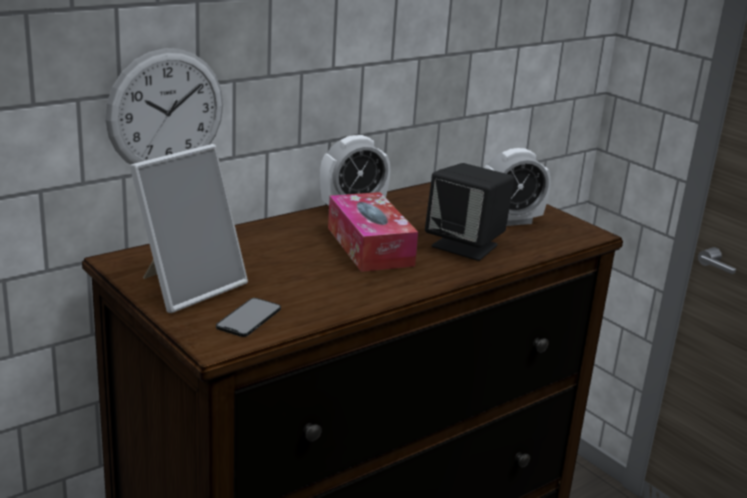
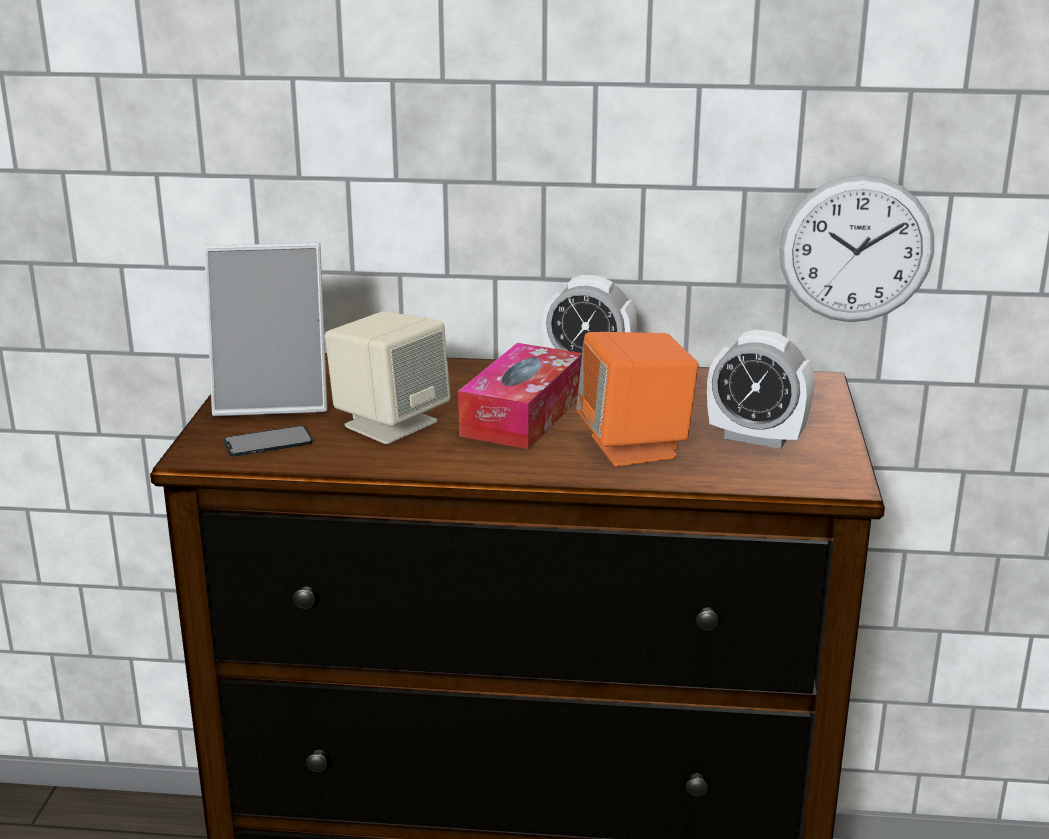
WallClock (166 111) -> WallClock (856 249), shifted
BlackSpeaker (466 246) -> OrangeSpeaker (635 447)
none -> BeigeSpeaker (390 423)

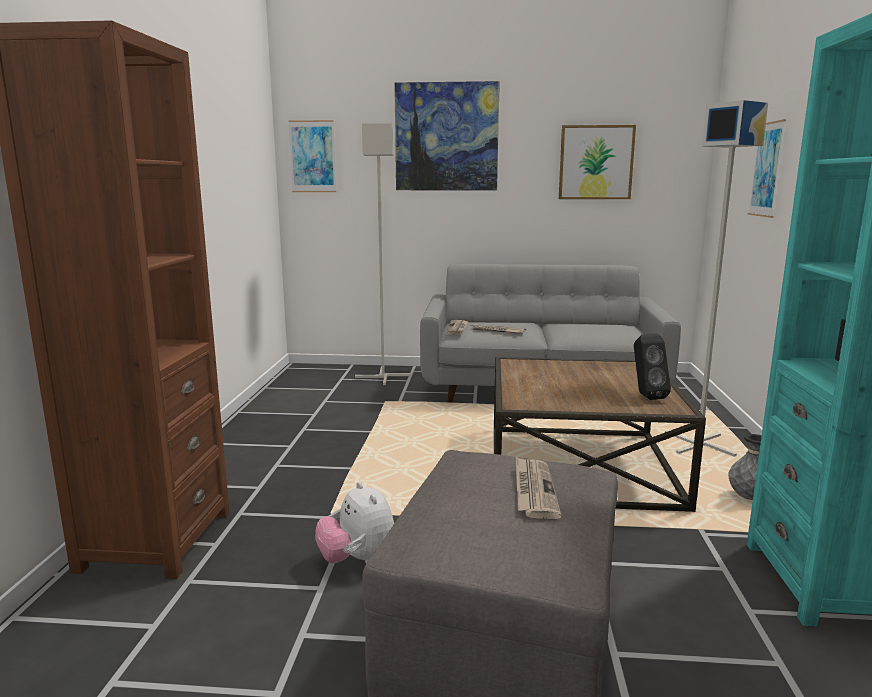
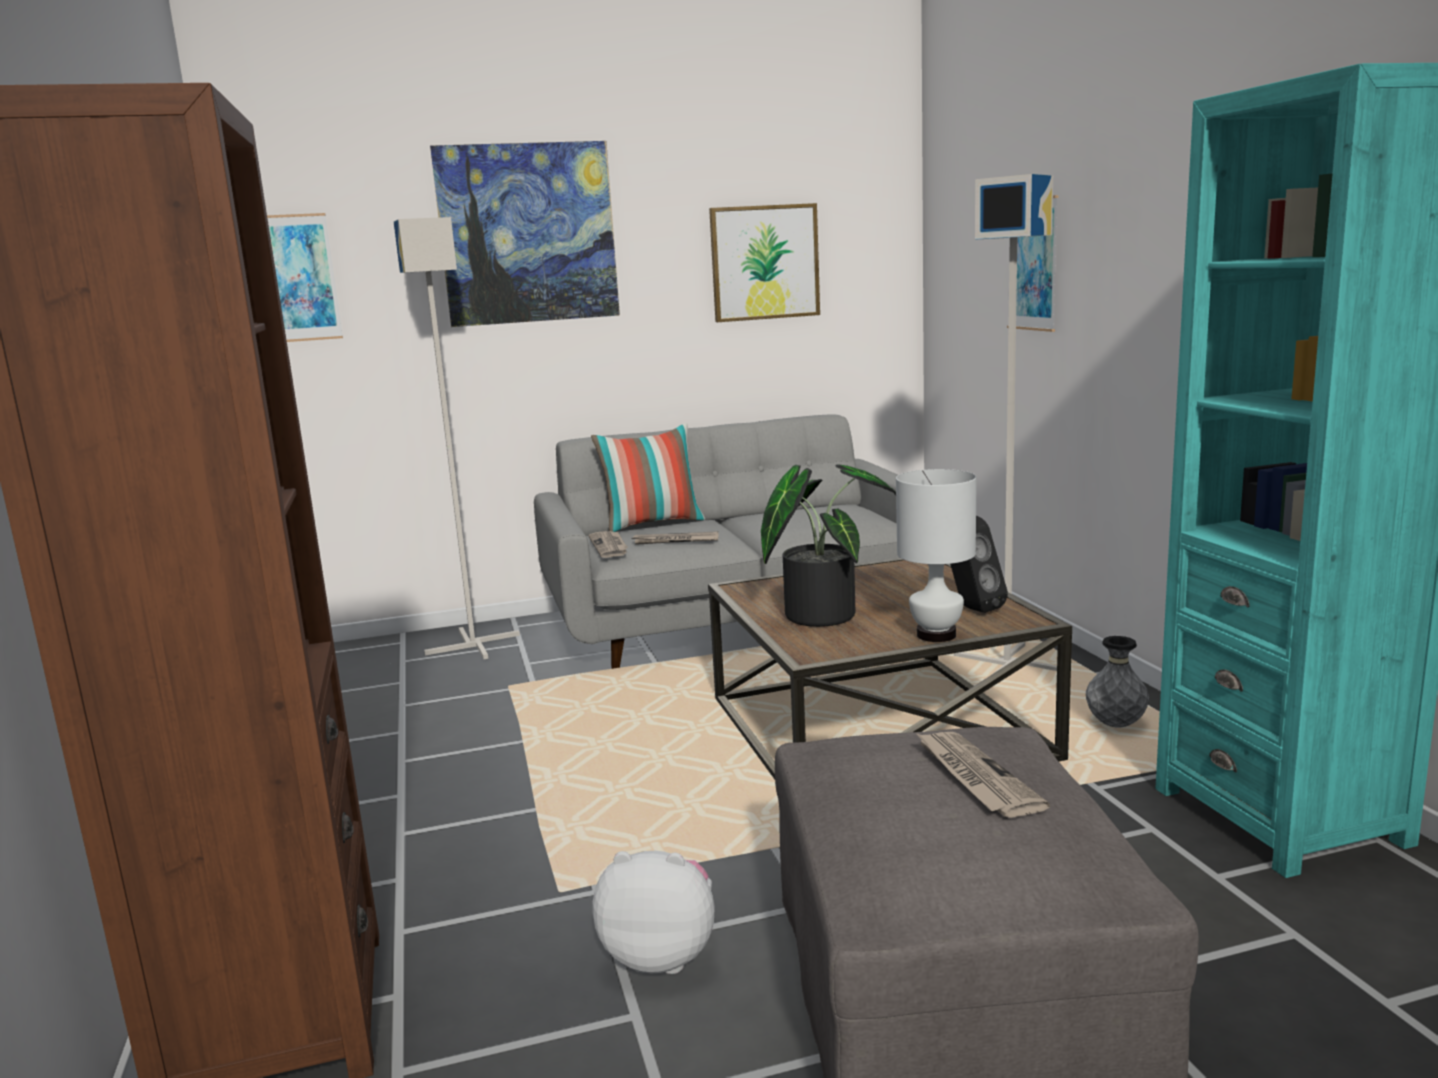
PlushToy (358 561) -> PlushToy (661 955), 150 degrees clockwise
none -> Pillow (652 524)
none -> PottedPlant (821 613)
none -> WhiteTableLamp (936 635)

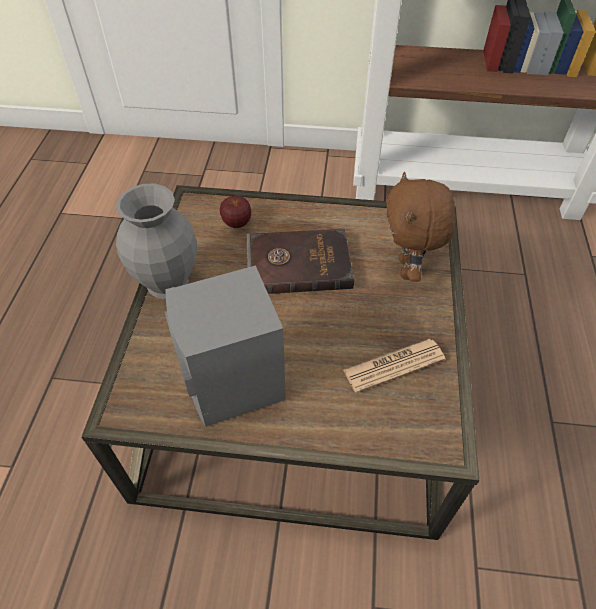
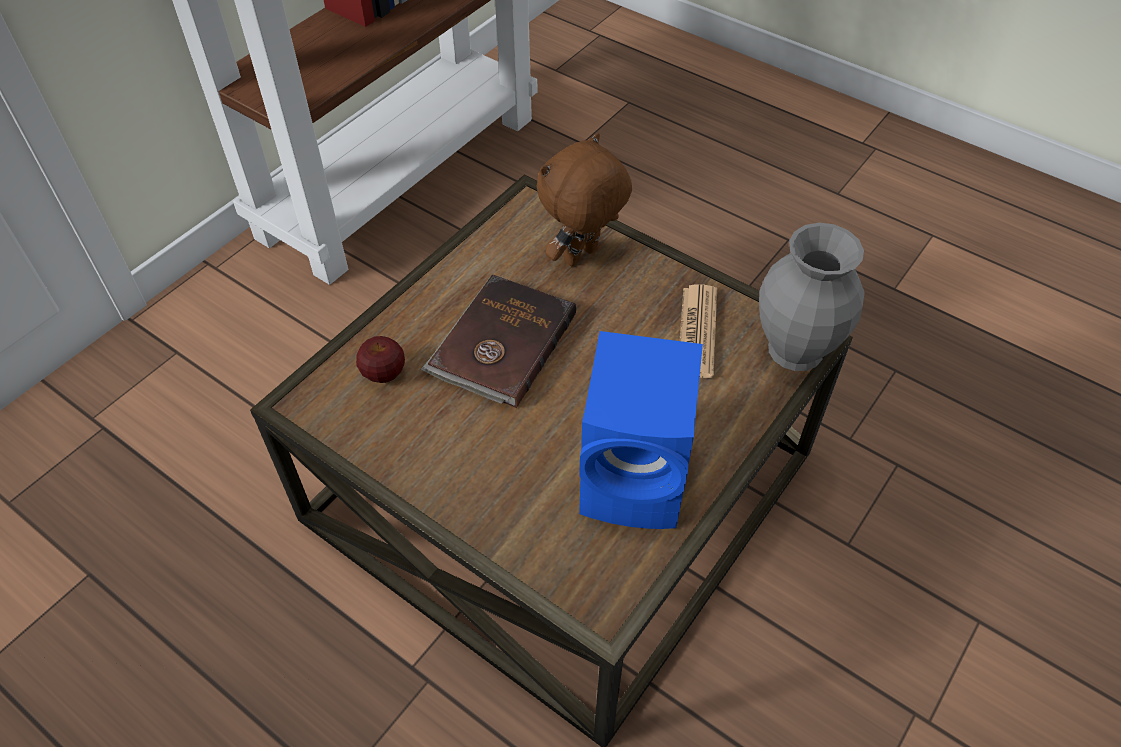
GreyVase (166 284) -> GreyVase (796 351), shifted
GreySpeaker (234 386) -> BlueSpeaker (638 479)
BrownPlushToy (408 269) -> BrownPlushToy (582 257), 105 degrees clockwise

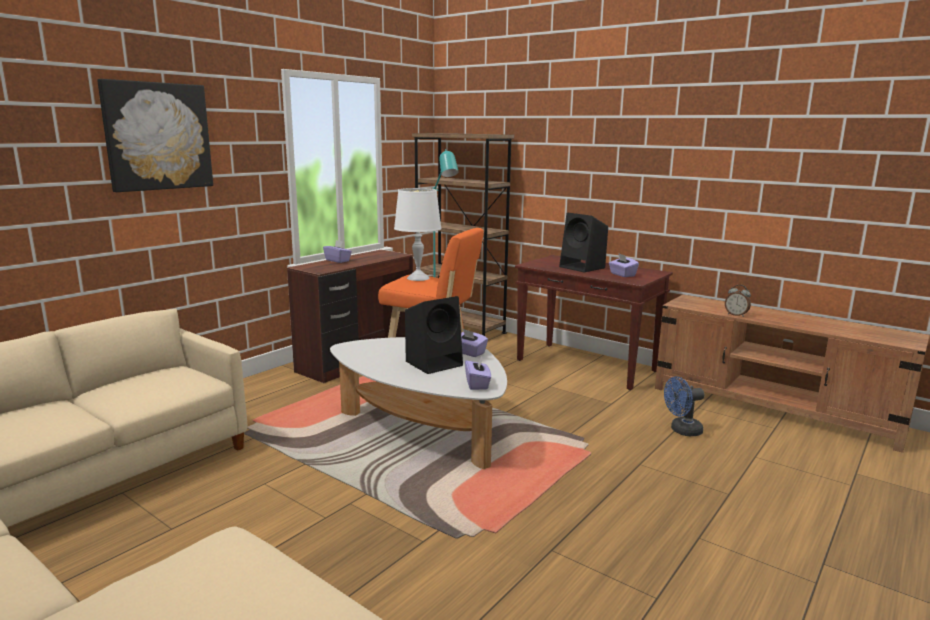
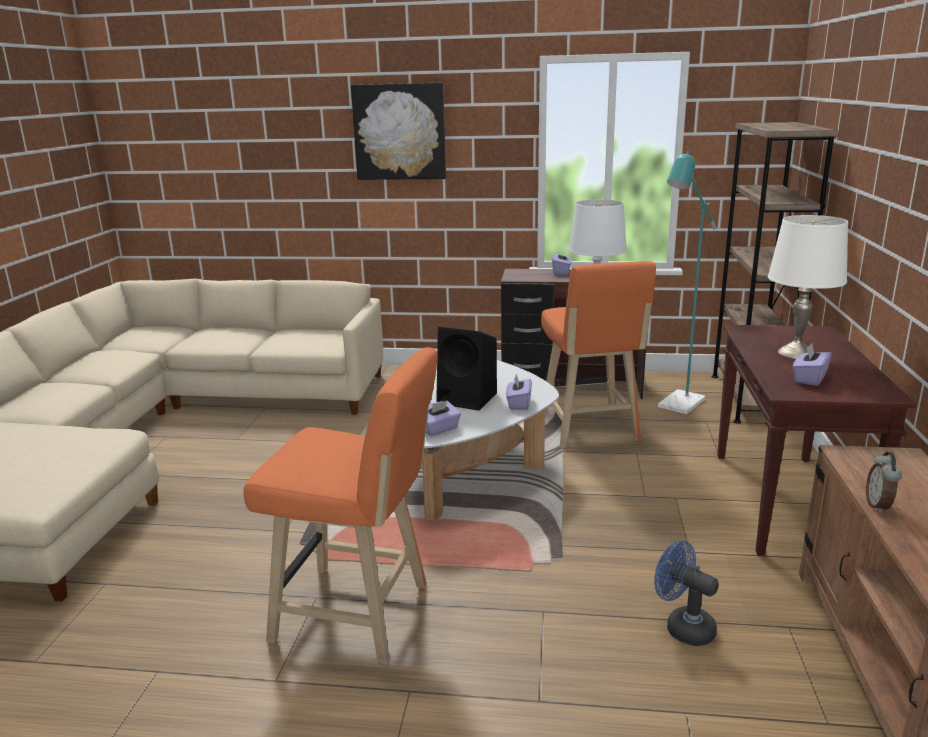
BlackSpeaker (583 267) -> WhiteTableLamp (796 353)
none -> OrangeStool (359 614)

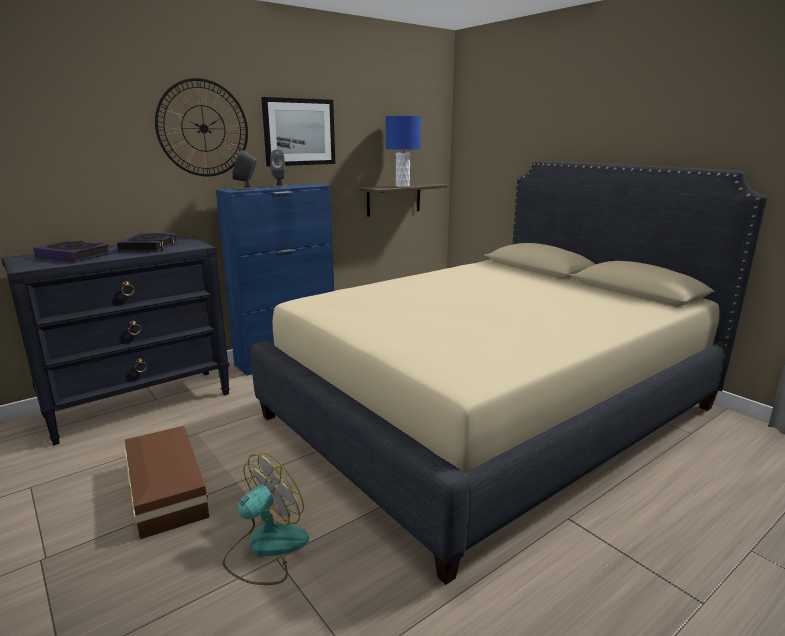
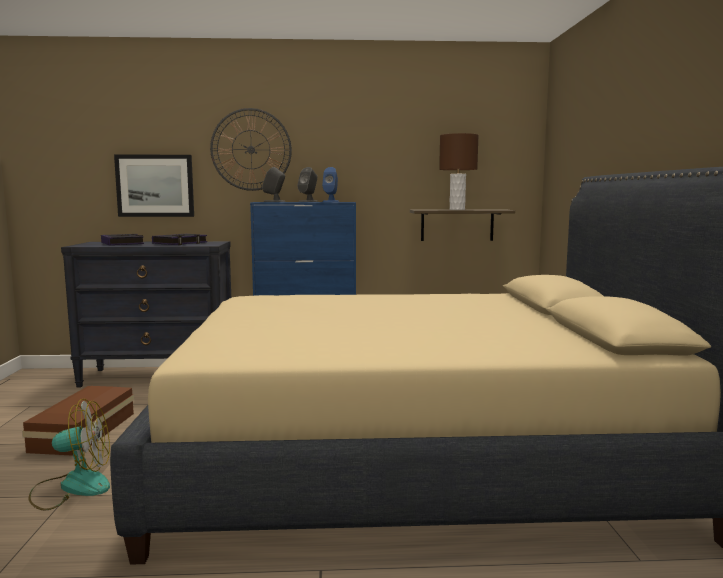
Picture (299 132) -> Picture (155 185), shifted
BlueTableLamp (402 186) -> BrownTableLamp (457 209)
none -> BlueSpeaker (331 201)

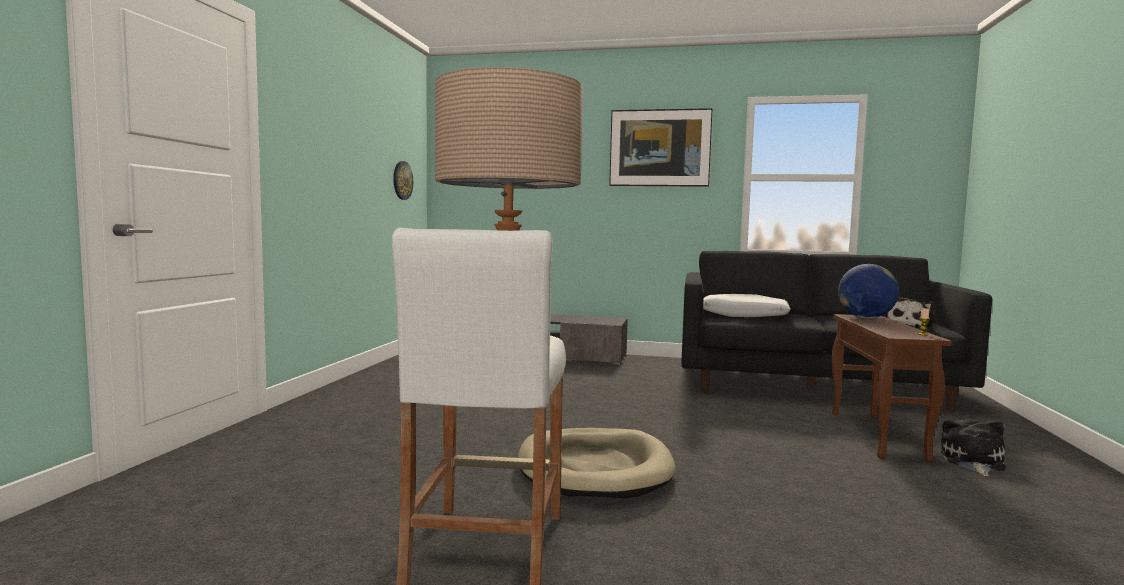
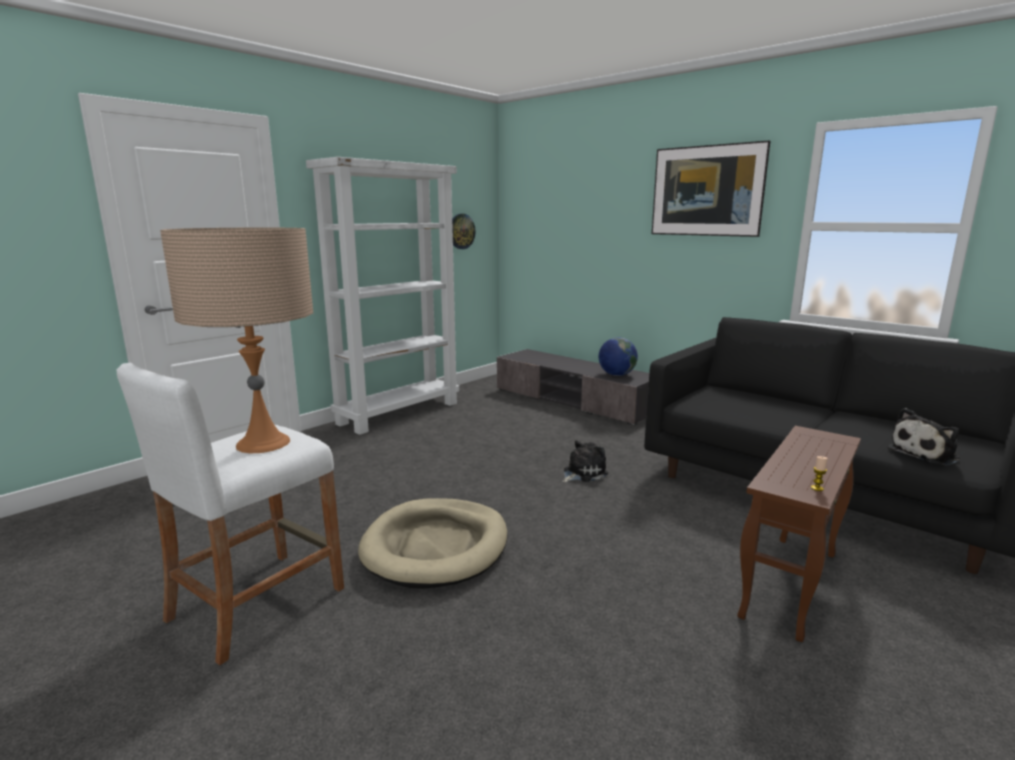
WhitePillow (744 315) -> none
Globe (865 318) -> Globe (616 375), shifted
PlushToy (972 462) -> PlushToy (582 473), shifted
none -> WhiteBookcase (399 413)

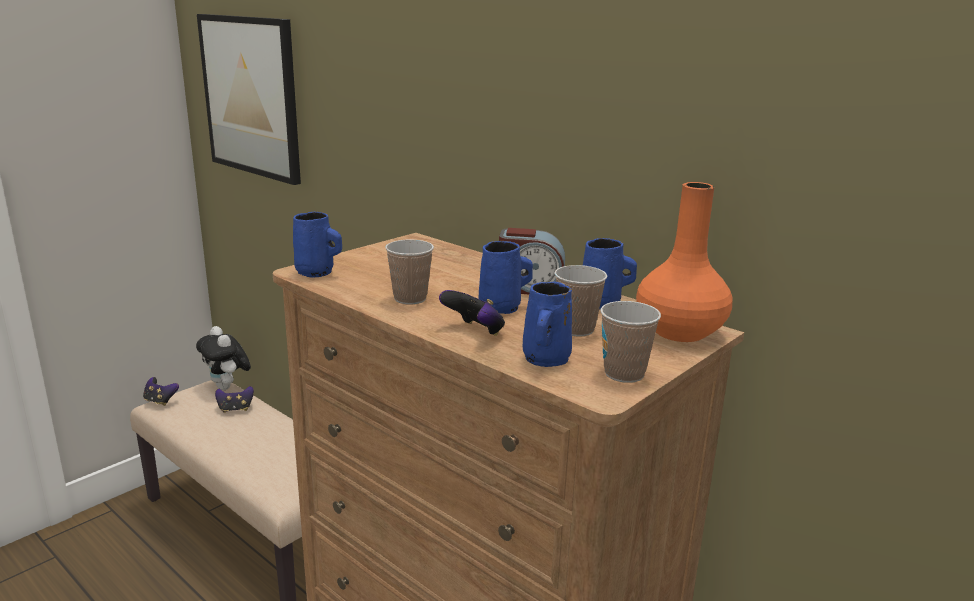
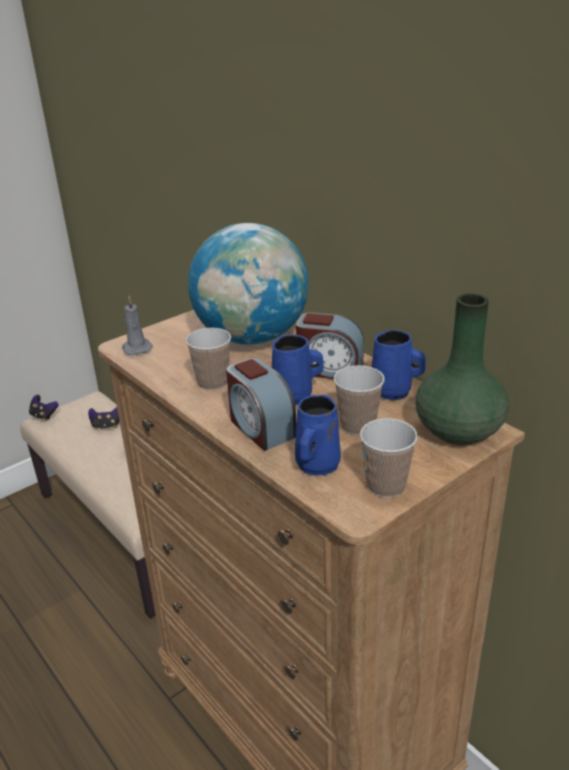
PlushToy (227 388) -> none
Picture (251 96) -> none
BlueMug (317 273) -> GreyCandle (137 348)
GameController (474 332) -> AlarmClock (260 427)
OrangeVase (678 331) -> GreenVase (457 431)
none -> Globe (252 337)

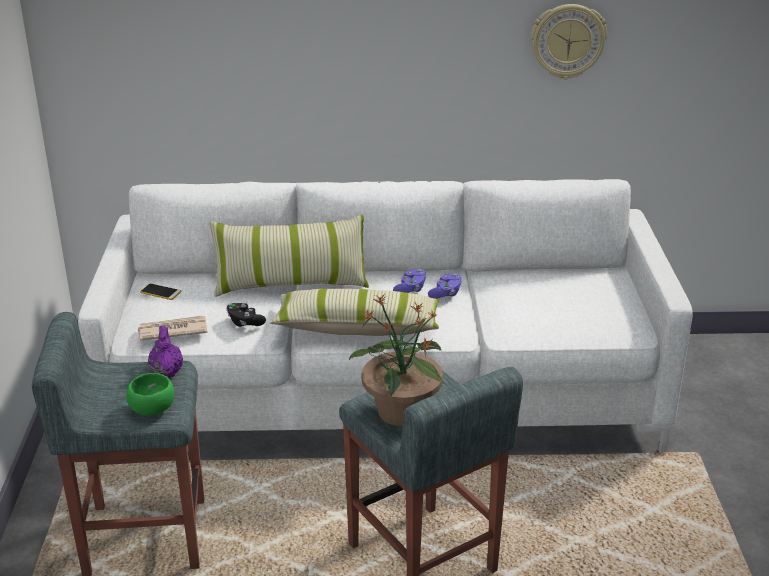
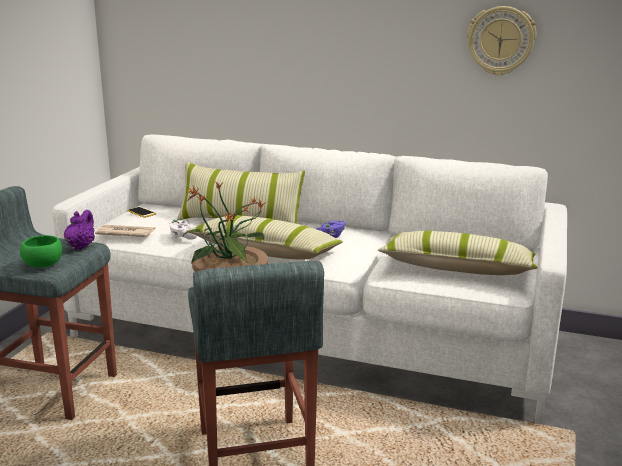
BlackGameController (245 322) -> WhiteGameController (182 236)
PurpleGameController (446 293) -> none
none -> Pillow (456 269)

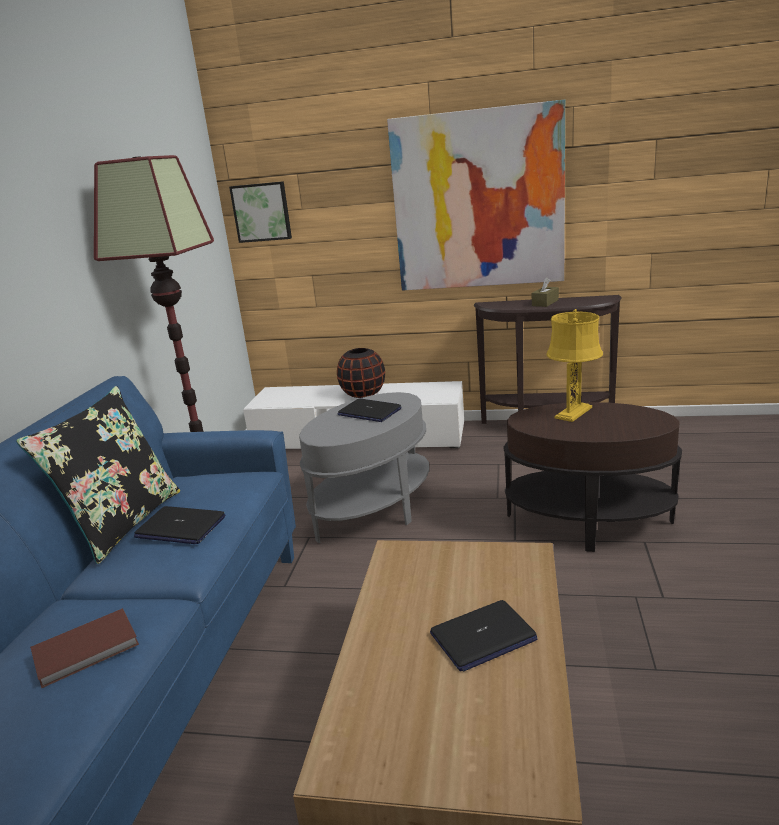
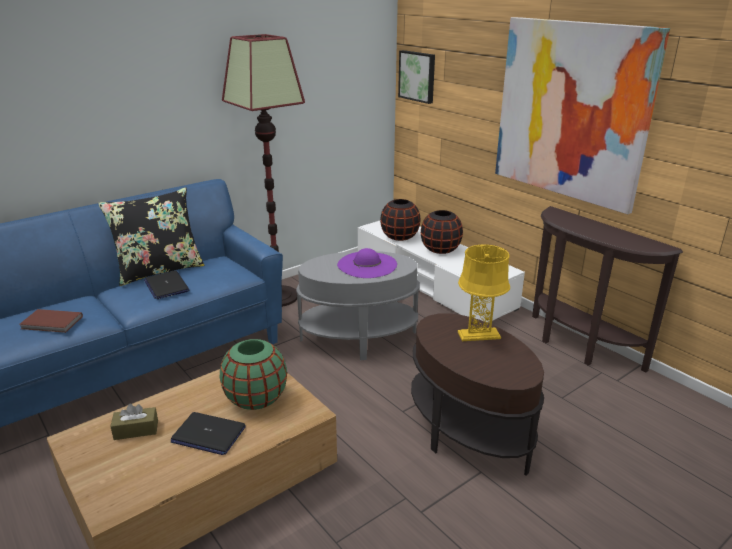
Laptop (369 412) -> PurpleHat (367 265)
BrownTissueBox (545 303) -> BrownTissueBox (136 430), shifted
none -> GreenVase (256 399)
none -> BlackVase (400 237)

